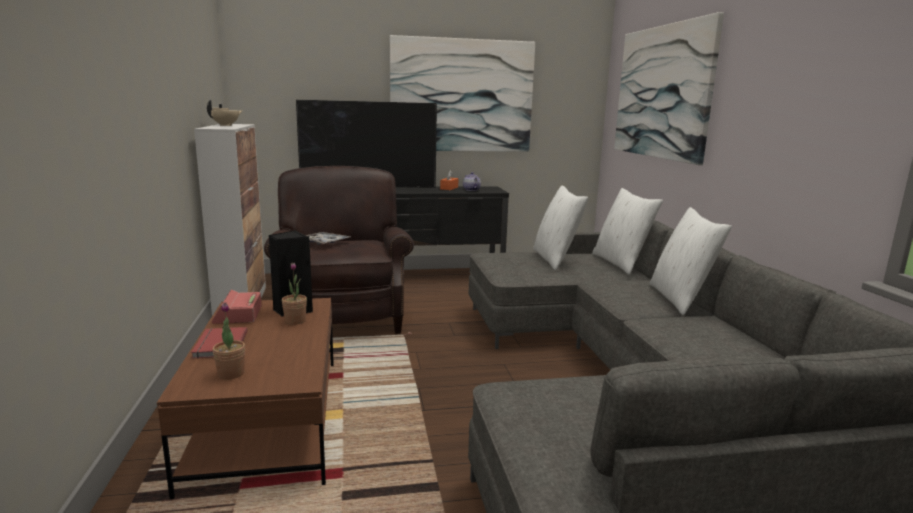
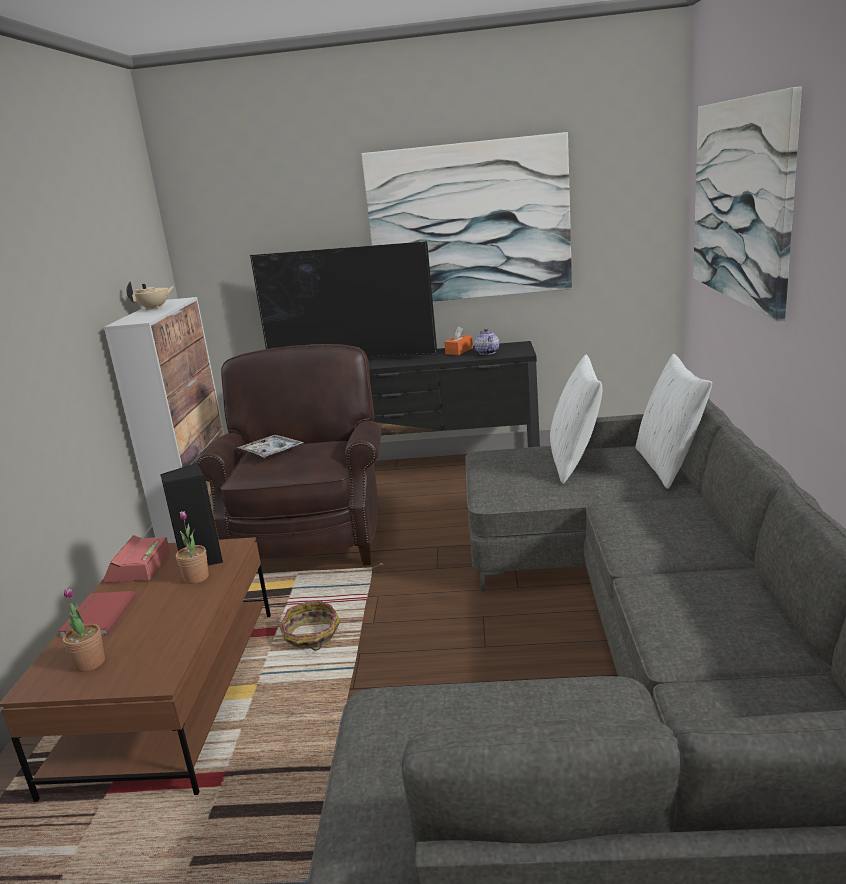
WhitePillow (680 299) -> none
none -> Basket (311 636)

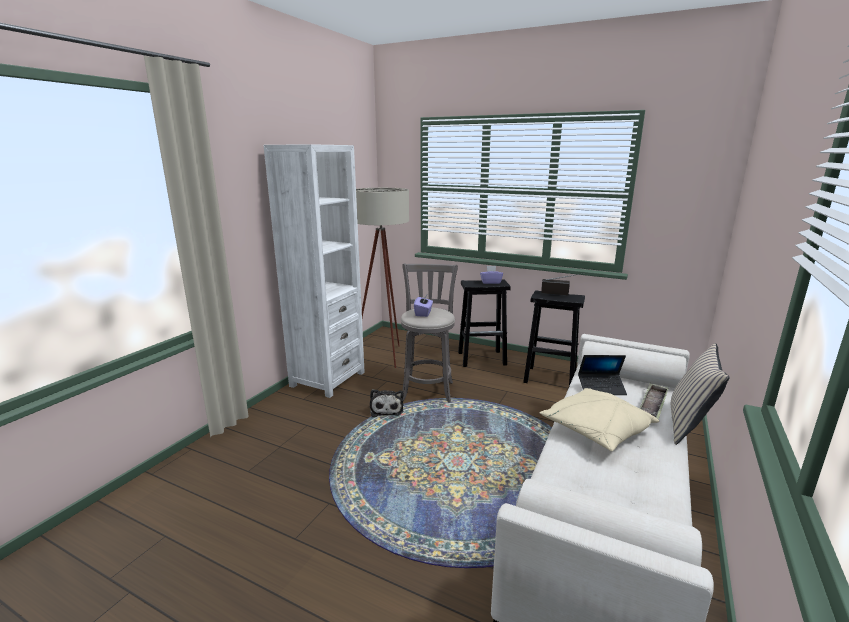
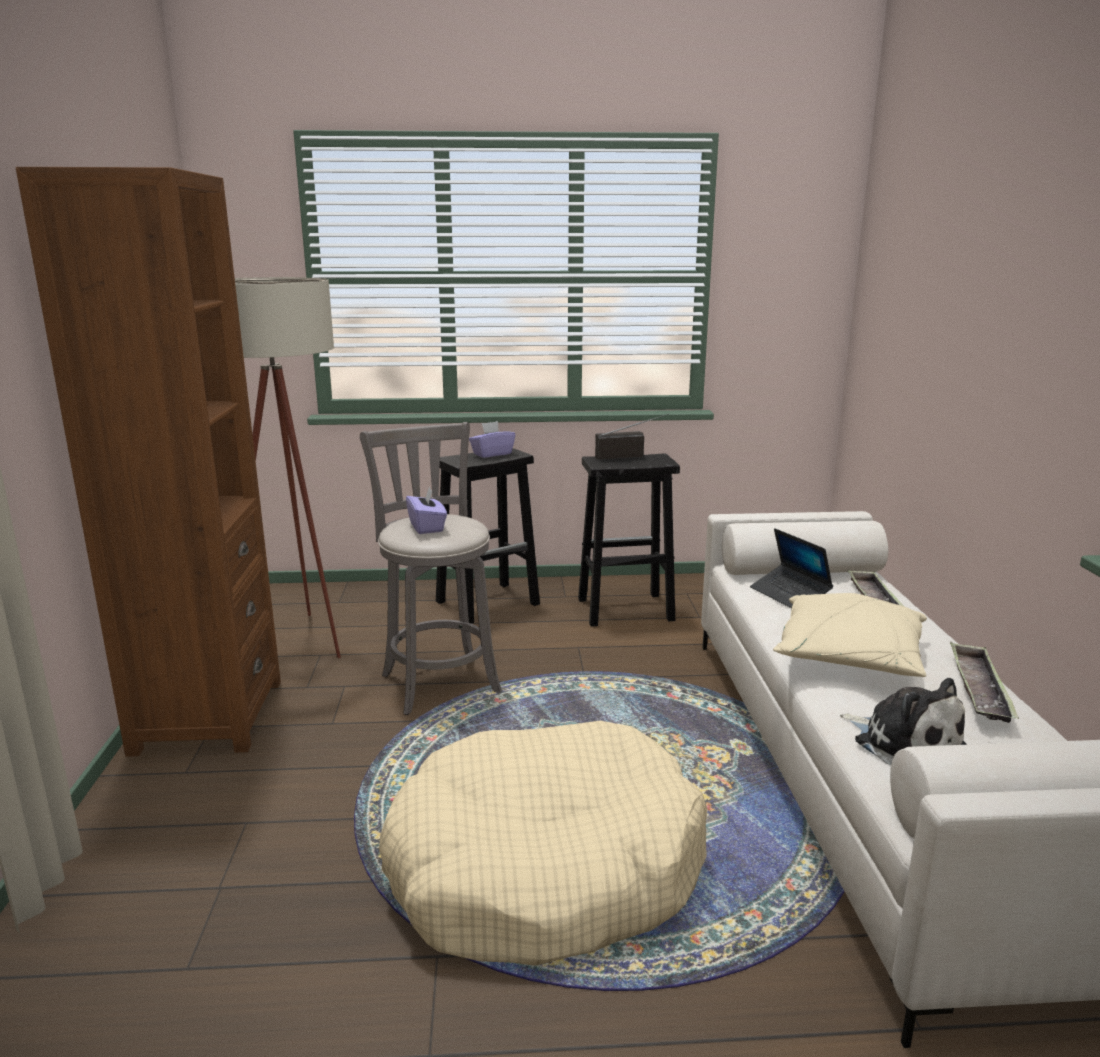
WhiteBookcase (327 379) -> BrownBookcase (208 716)
PlushToy (386 409) -> PlushToy (903 742), shifted
Laptop (601 388) -> Laptop (790 595), 90 degrees clockwise
BeigePillow (688 425) -> none
none -> BeigeDogBed (544 869)
none -> Tray (979 688)

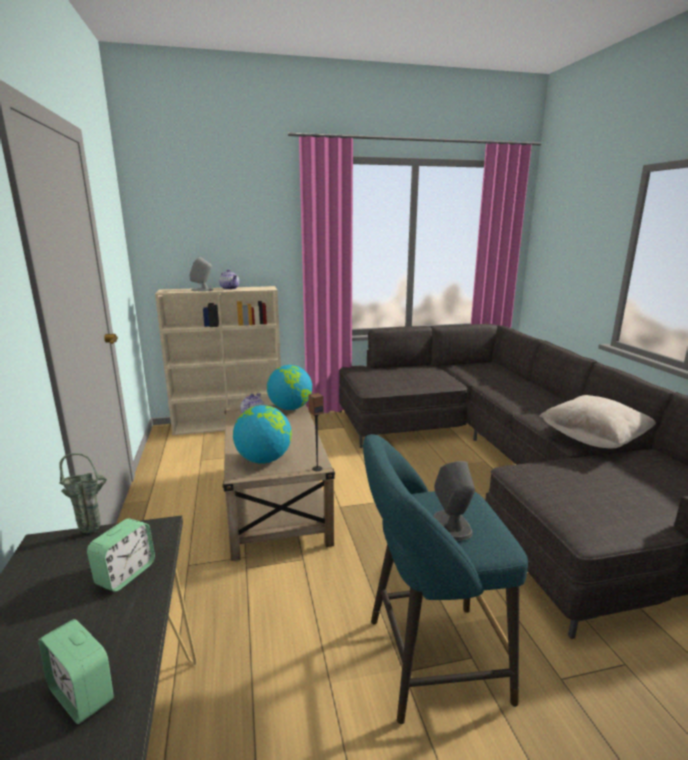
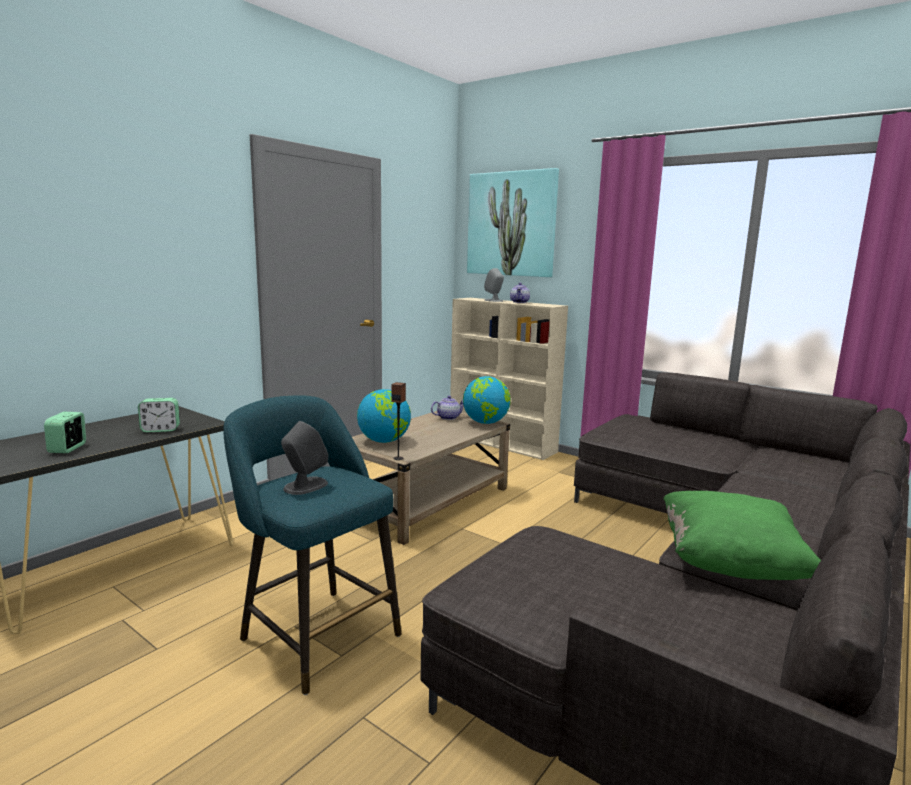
GreenVase (93 532) -> none
BeigePillow (593 440) -> GreenPillow (730 563)
none -> Picture (512 224)

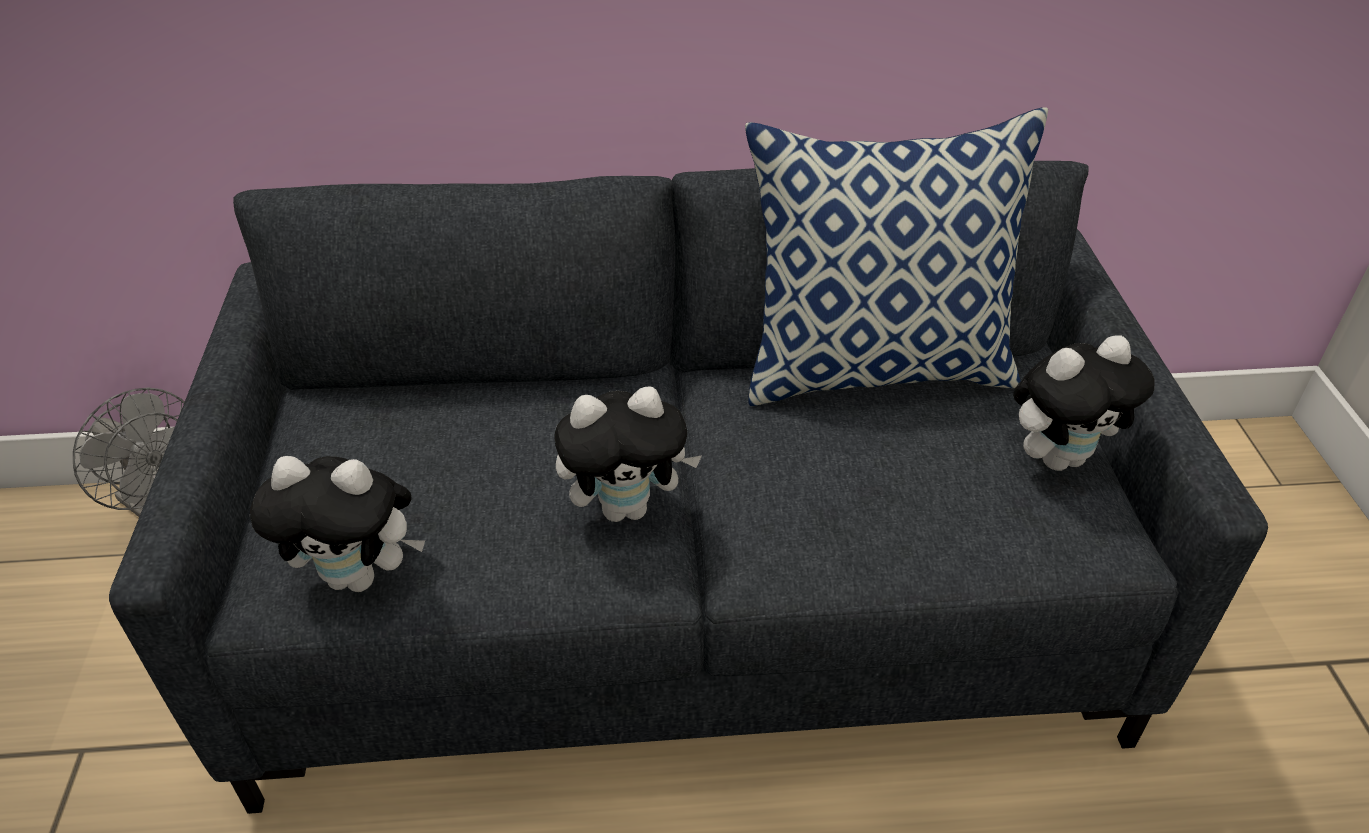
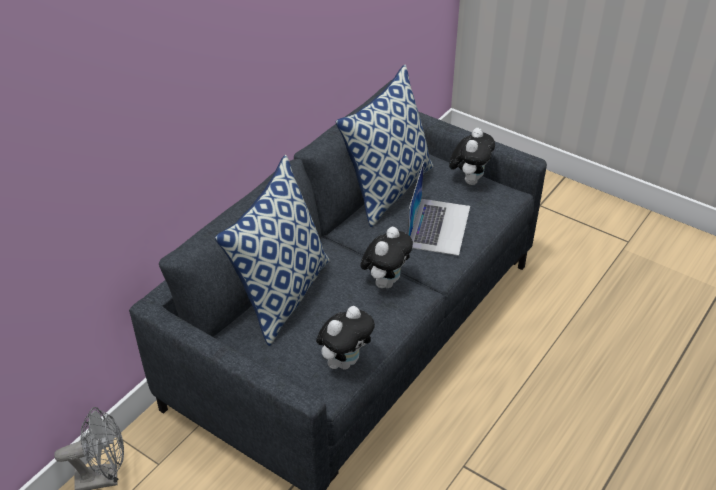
none -> Pillow (281 294)
none -> Laptop (438 226)

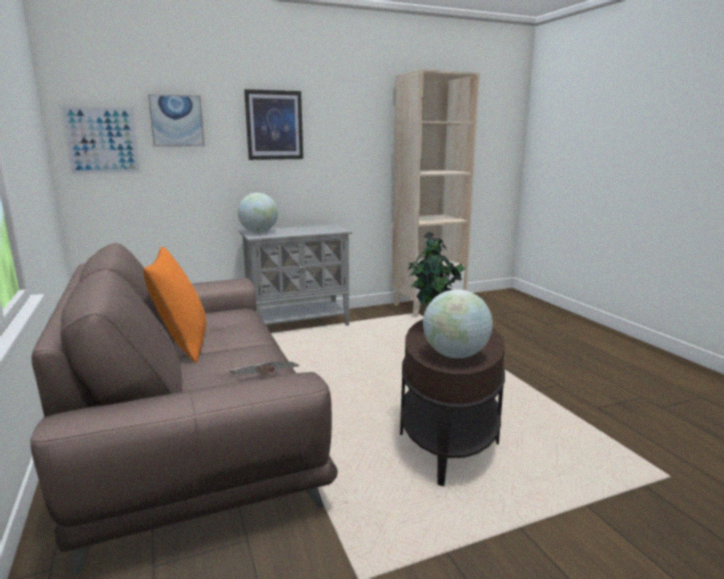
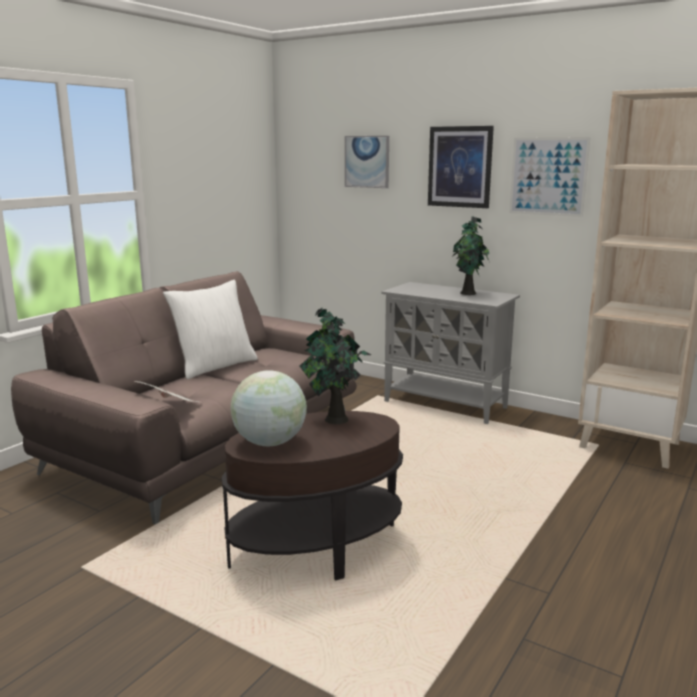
Picture (102 140) -> Picture (548 176), shifted
OrangePillow (183 345) -> WhitePillow (214 366)
Globe (258 232) -> none
none -> PottedPlant (469 293)

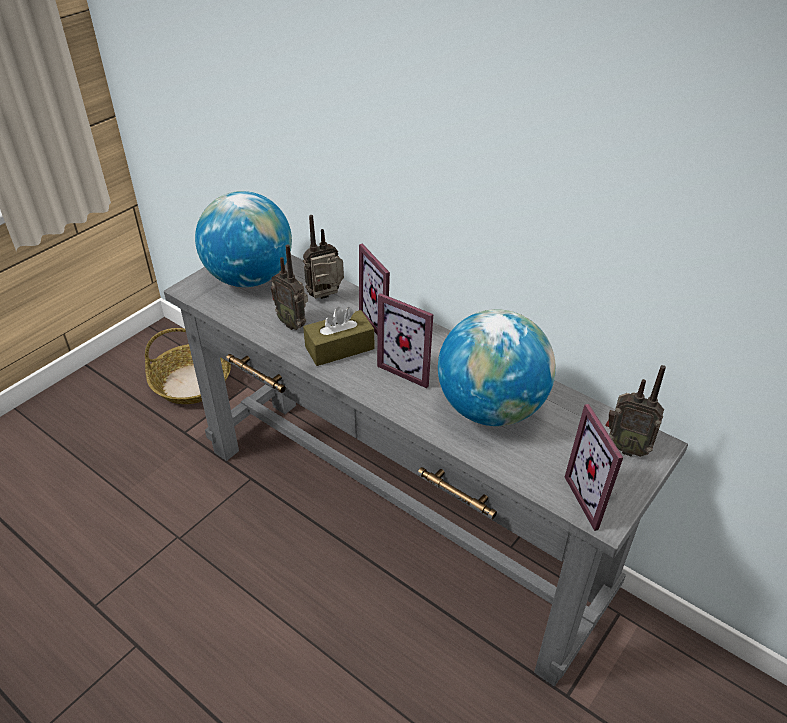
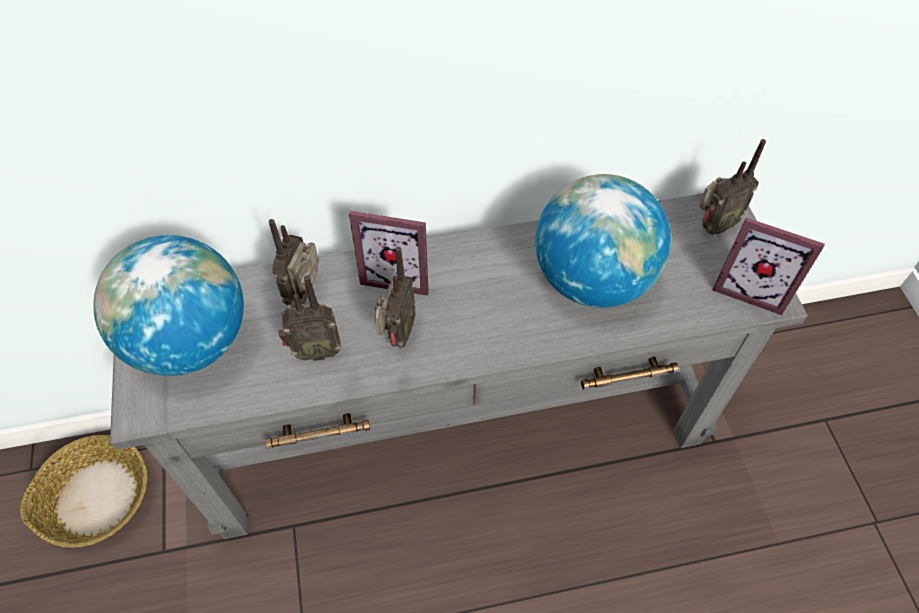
BrownTissueBox (339 348) -> Radio (397 336)
PictureFrame (410 367) -> none

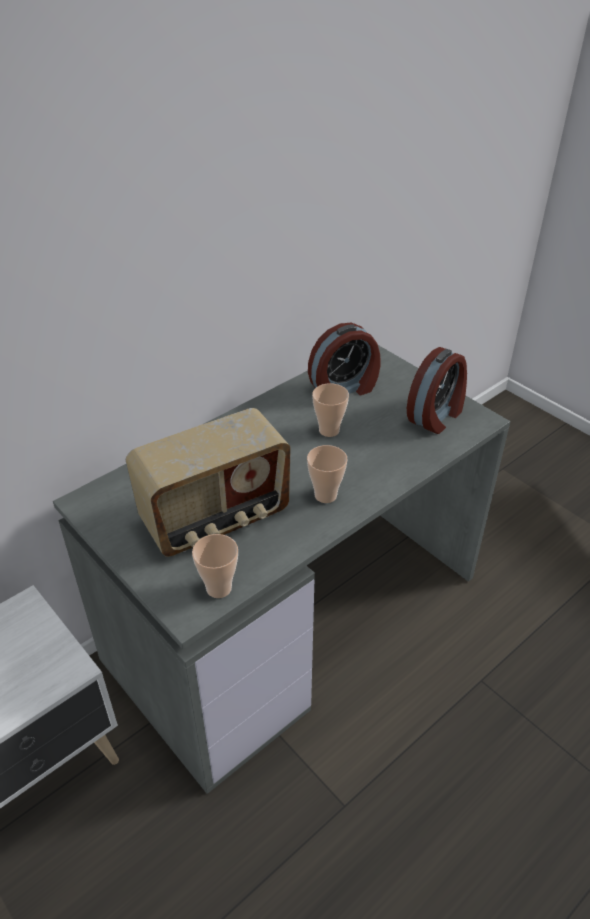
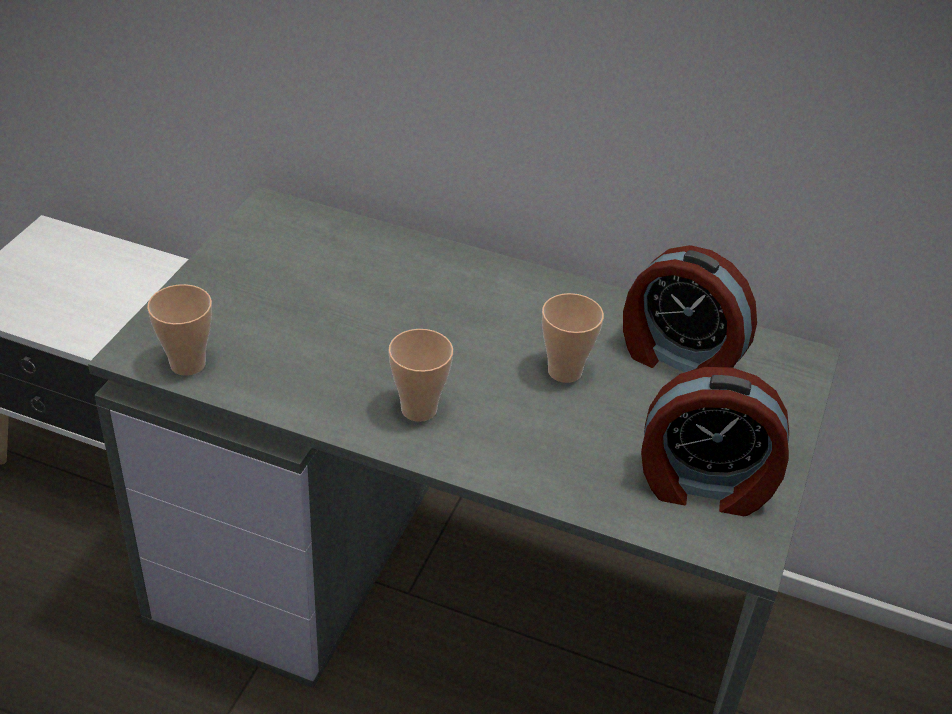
Radio (216 519) -> none

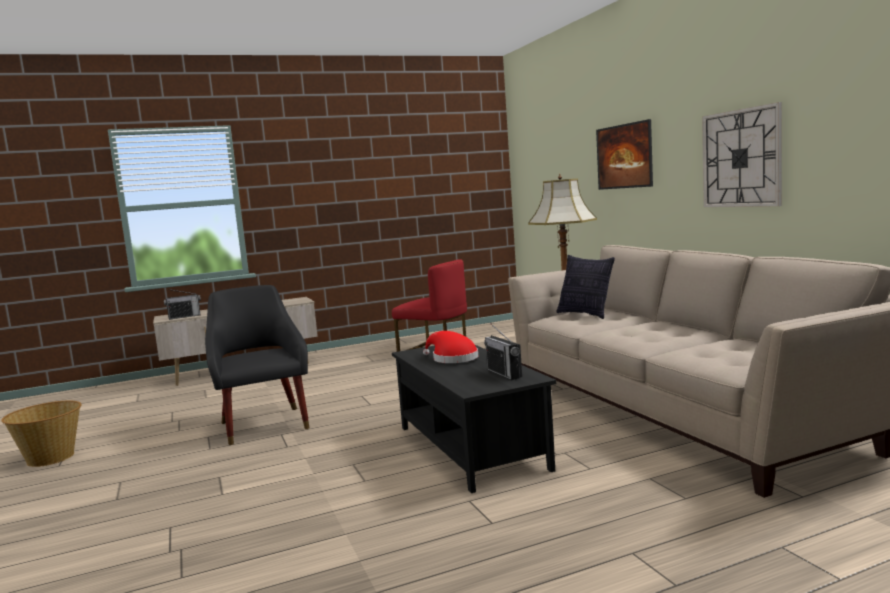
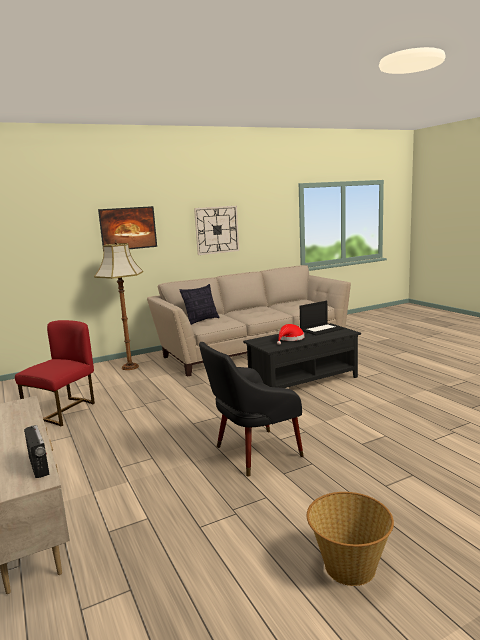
Radio (504 373) -> Laptop (321 329)

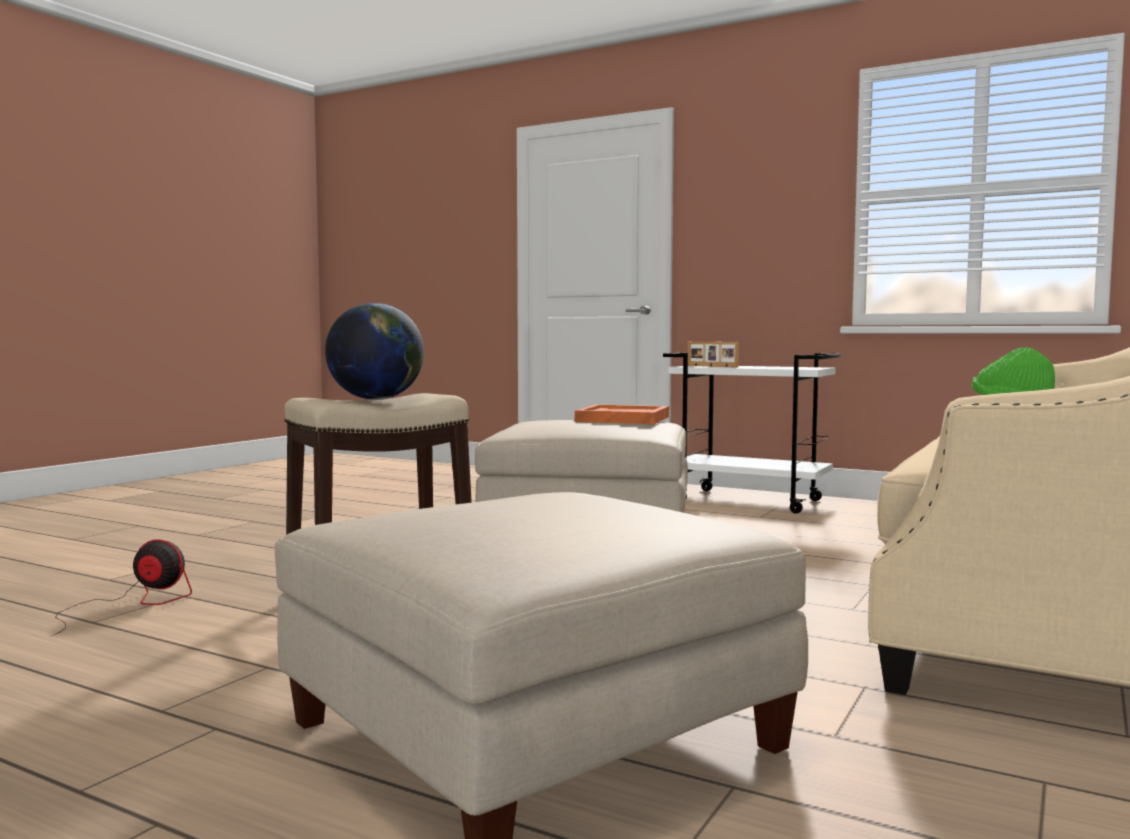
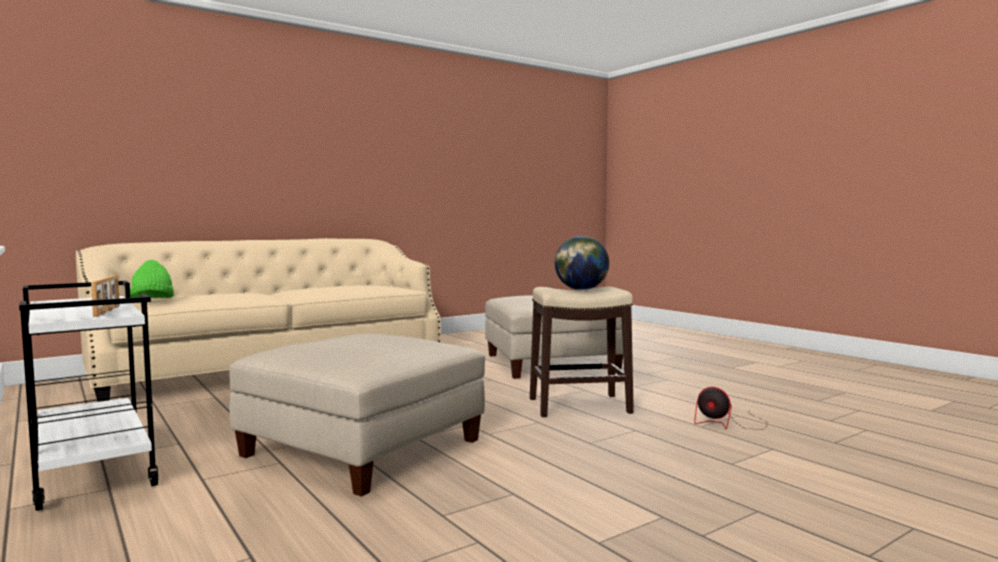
OrangeTray (622 419) -> none

